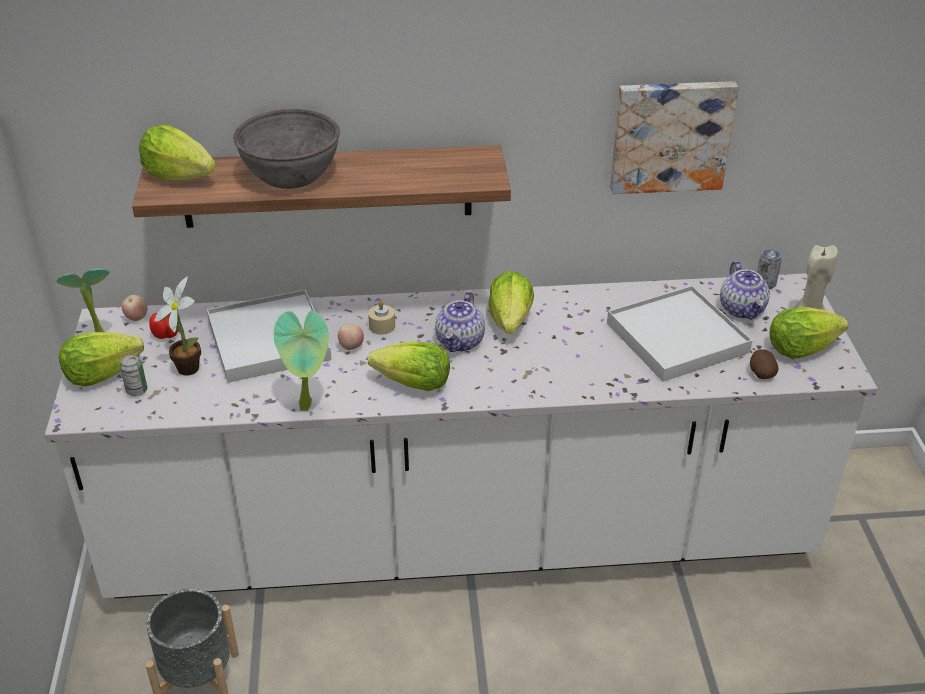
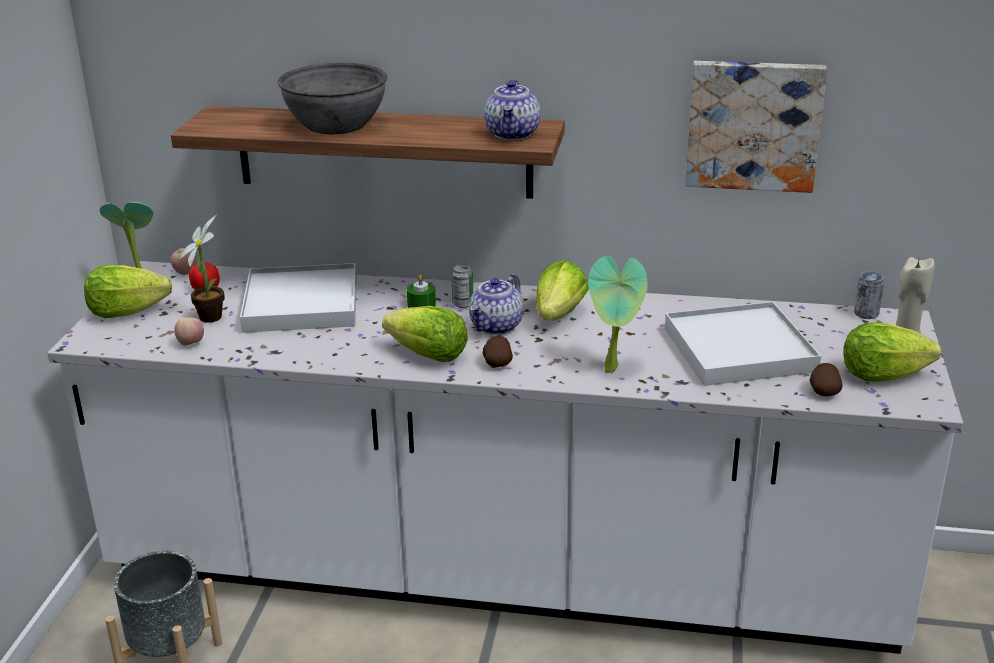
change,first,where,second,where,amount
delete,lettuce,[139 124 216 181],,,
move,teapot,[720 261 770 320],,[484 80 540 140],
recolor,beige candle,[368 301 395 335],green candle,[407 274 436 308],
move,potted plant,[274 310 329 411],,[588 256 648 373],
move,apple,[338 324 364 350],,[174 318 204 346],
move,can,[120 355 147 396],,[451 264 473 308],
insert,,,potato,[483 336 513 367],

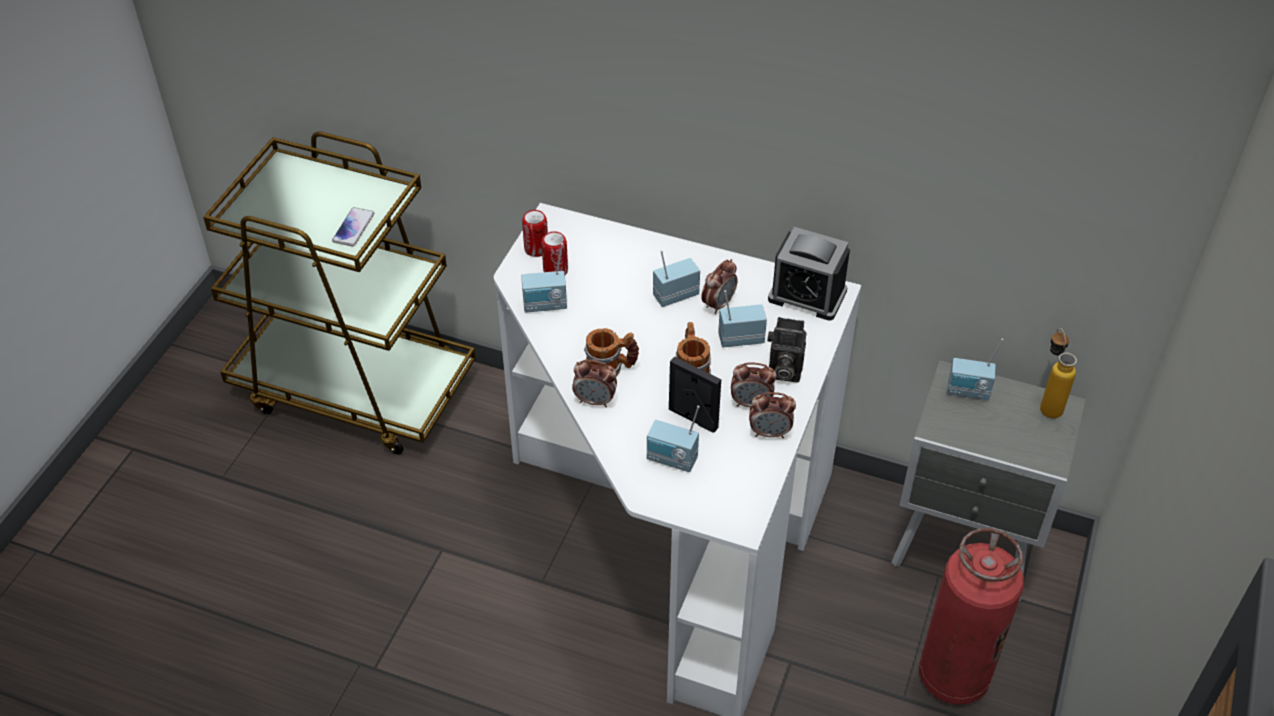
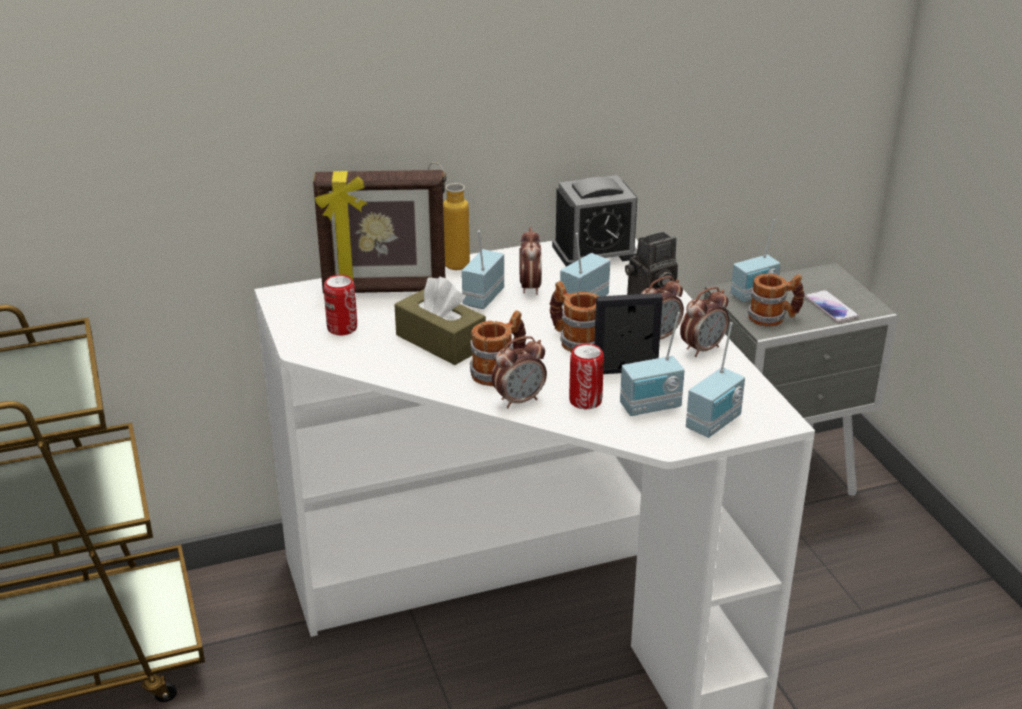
change,first,where,second,where,amount
move,phone,[332 207 375 246],,[805 290 859 323],
move,can,[522 210 548 257],,[569 343 604 409],
move,radio,[521 243 567 313],,[686 322 745 438],
move,bottle,[1040 328 1077 418],,[428 162 470 270],
delete,fire extinguisher,[919 528 1024 705],,,
insert,,,picture frame,[313 170 446 293],
insert,,,mug,[747 274 805 327],
insert,,,brown tissue box,[395 276 486 365],

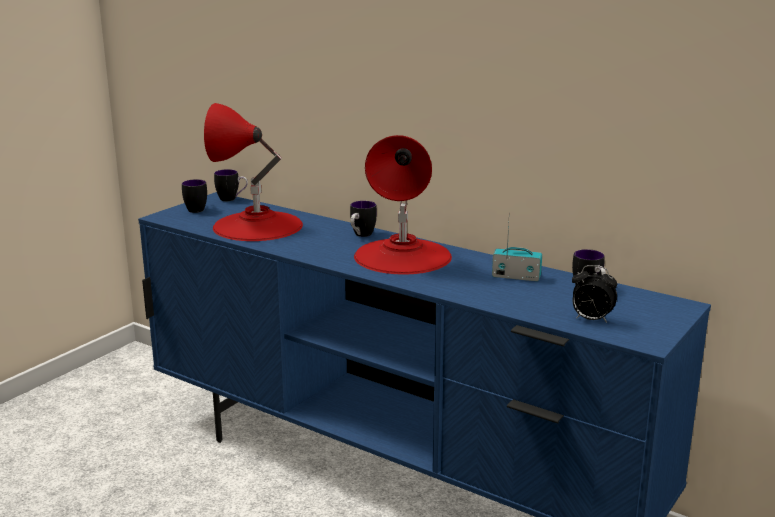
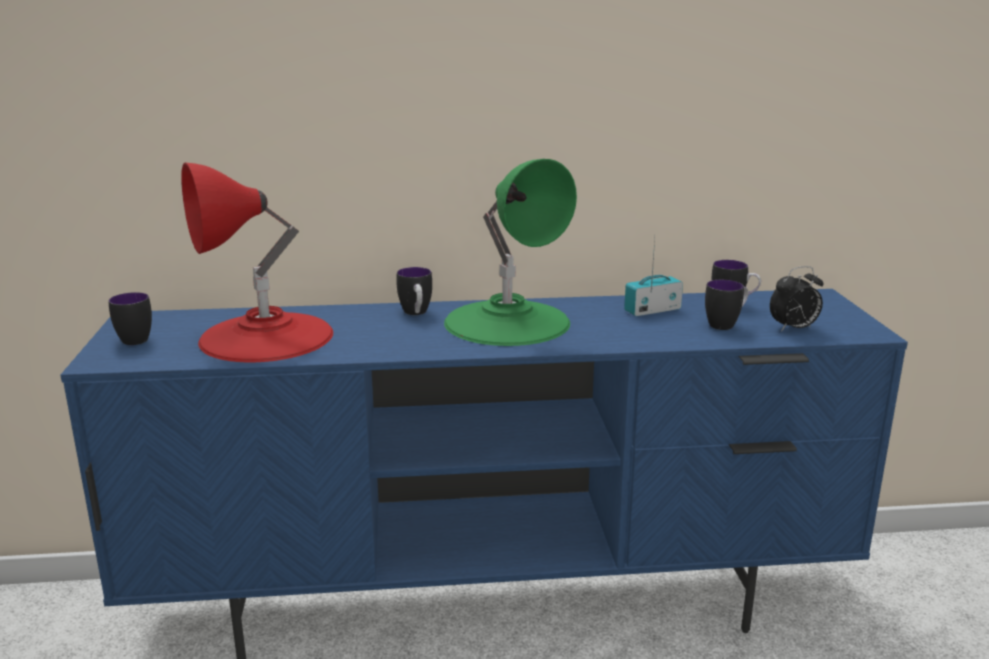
change,first,where,second,where,amount
recolor,red table lamp,[354 135 452 275],green table lamp,[444 159 577 346],
move,mug,[214 169 248 201],,[705 280 748 330],

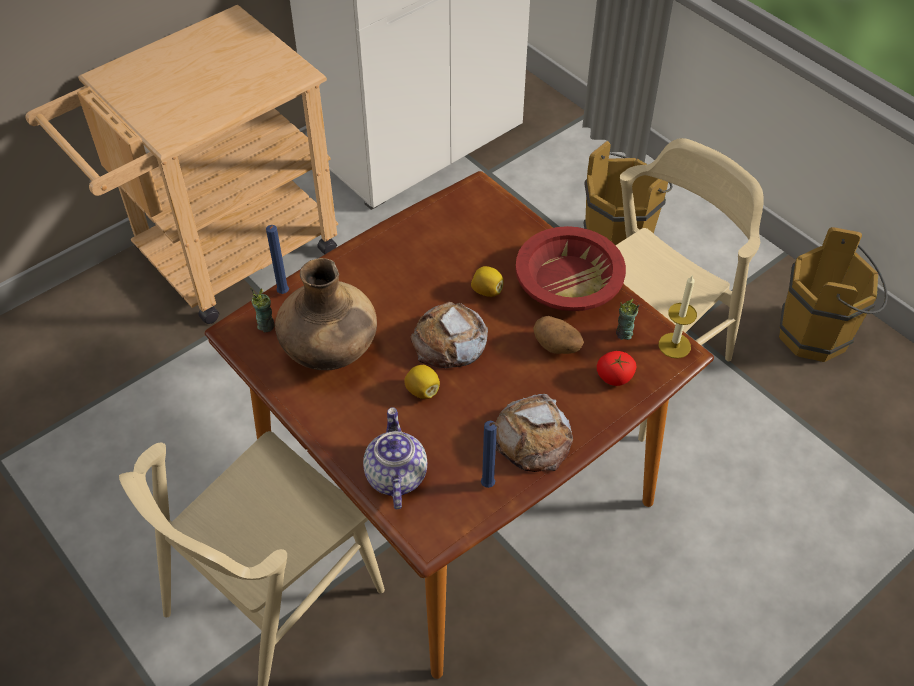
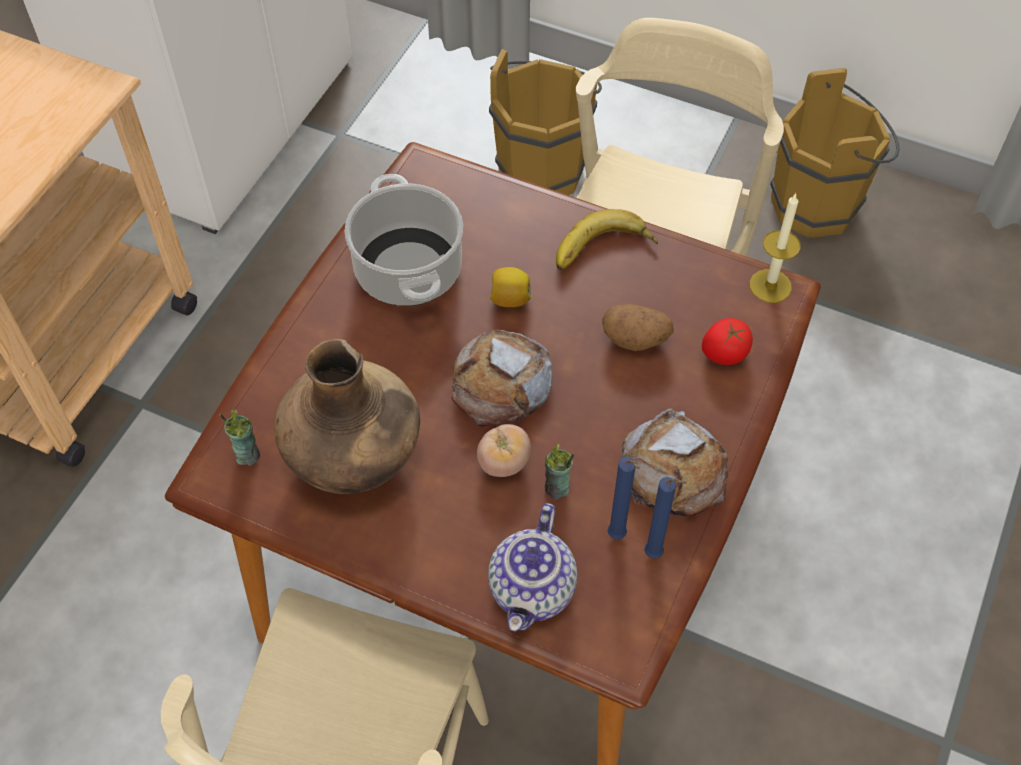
change,first,where,second,where,amount
move,blue candle,[266 225 289 294],,[607 457 640 540],
replace,red bowl,[516 226 626 311],banana,[556 209 658 270],
move,cup,[616 299 639 340],,[545 444 574 500],
replace,lemon,[404 365 440 399],tomato,[477 424 531 477],
rotate,teapot,[363 408 427 509],,[488 503 577 632],135 degrees counterclockwise
insert,,,cooking pot,[345 174 463 306],

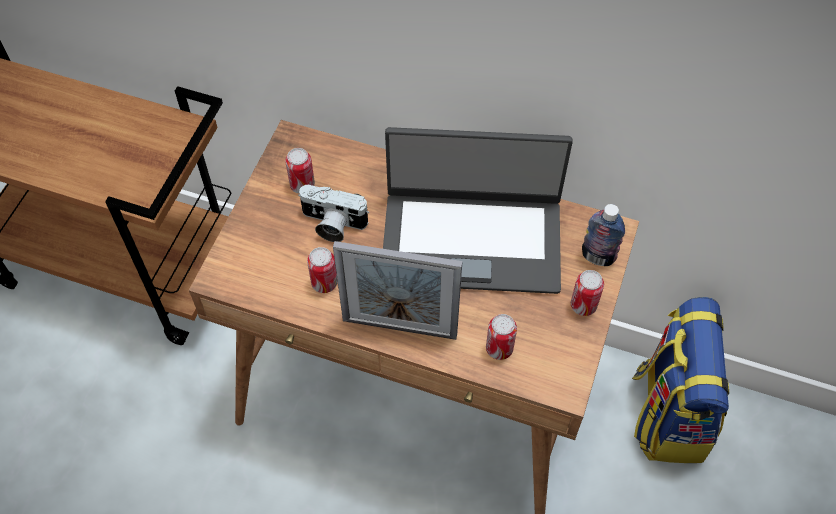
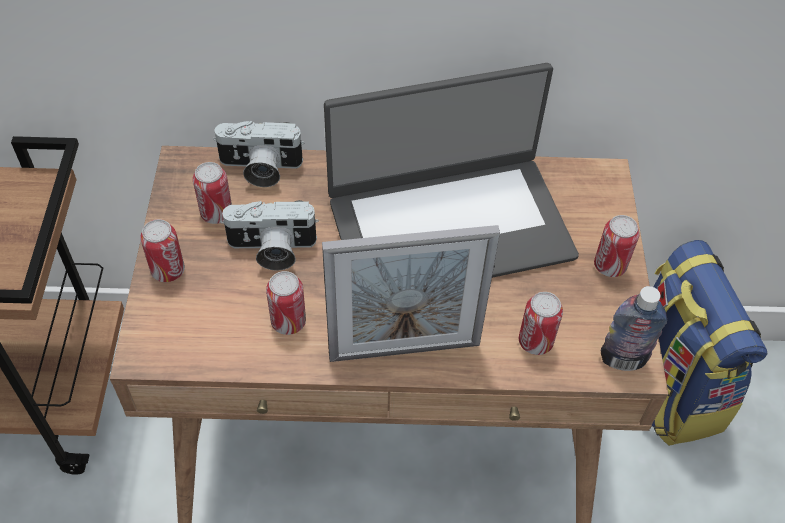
change,first,where,second,where,amount
move,bottle,[582 204 625 266],,[601 286 667 371],
insert,,,photo camera,[213 121 305 187],
insert,,,can,[140 219 185 282],

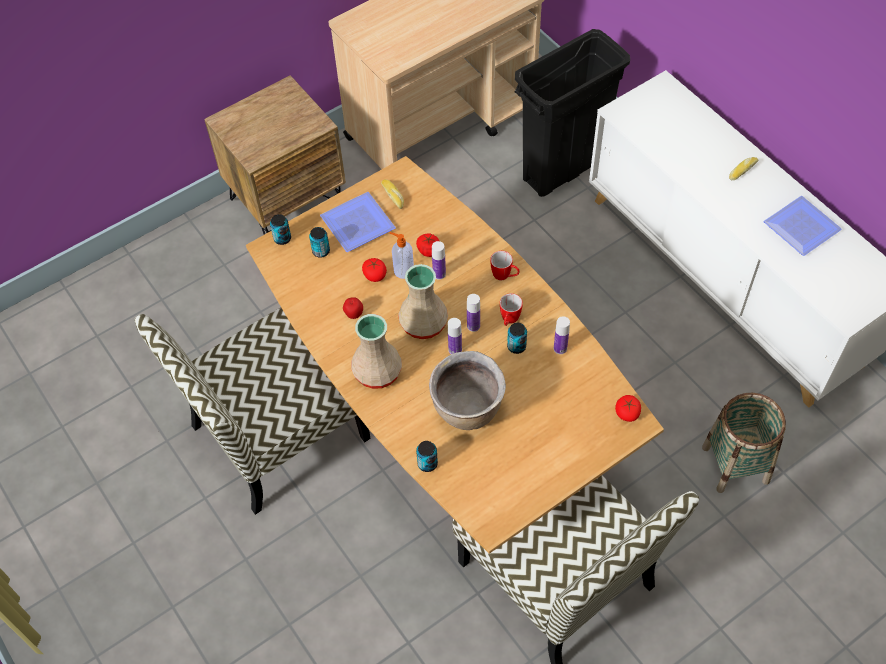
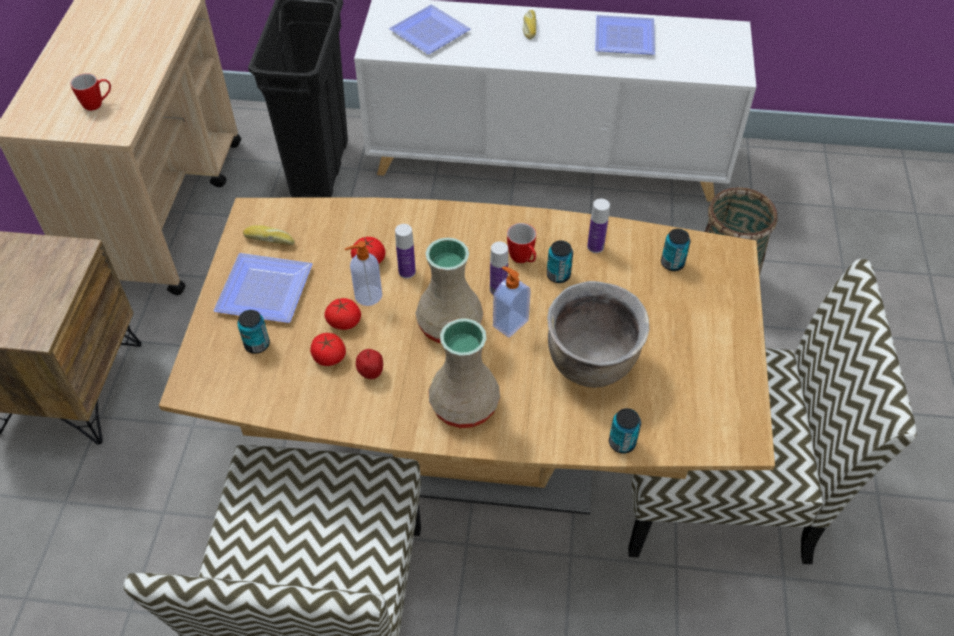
change,first,where,second,where,amount
move,can,[270 214 291 245],,[661 229 690 271],
move,mug,[490 251 520 280],,[70 73 111 111],
replace,bottle,[448 318 462 354],soap dispenser,[493 266 531 338],
move,tomato,[615 395 641 422],,[310 333 346 366],
insert,,,plate,[389 5 471 54],

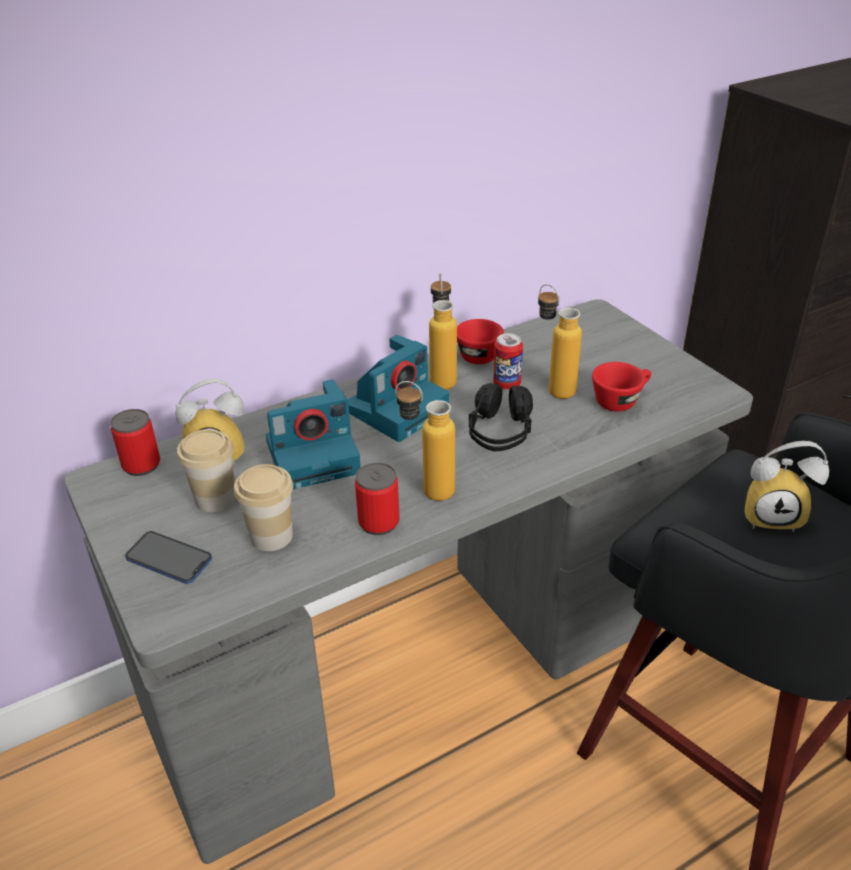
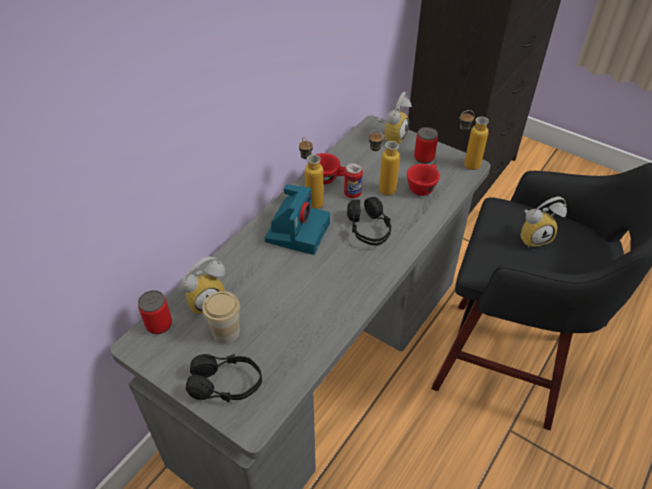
change,first,where,second,where,amount
delete,photo camera,[266 379 361 489],,,
move,bottle,[395 381 455 501],,[460 110 489 170],
move,can,[355 463 399 535],,[414 127 438 164],
delete,cup,[234 464 293 551],,,
replace,phone,[125 531 212 584],black headphones,[186 354 262 402],
insert,,,alarm clock,[377 92 412 144],

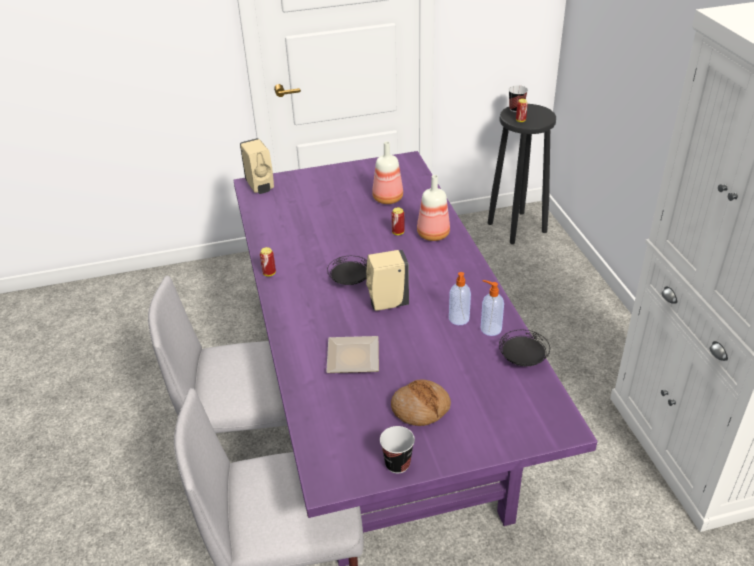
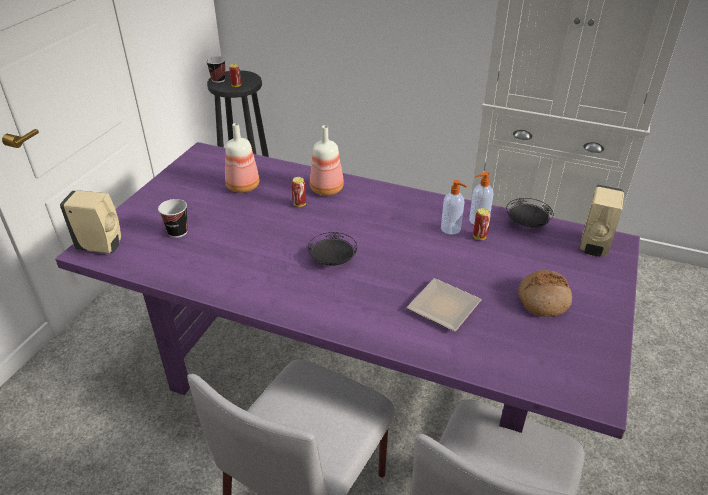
change,first,where,second,where,amount
move,can,[260 247 276 277],,[473 208 491 240],
move,beige soap dispenser,[366 250 409 311],,[580 185 624 257],
move,cup,[380 426 415 473],,[158 199 188 238],

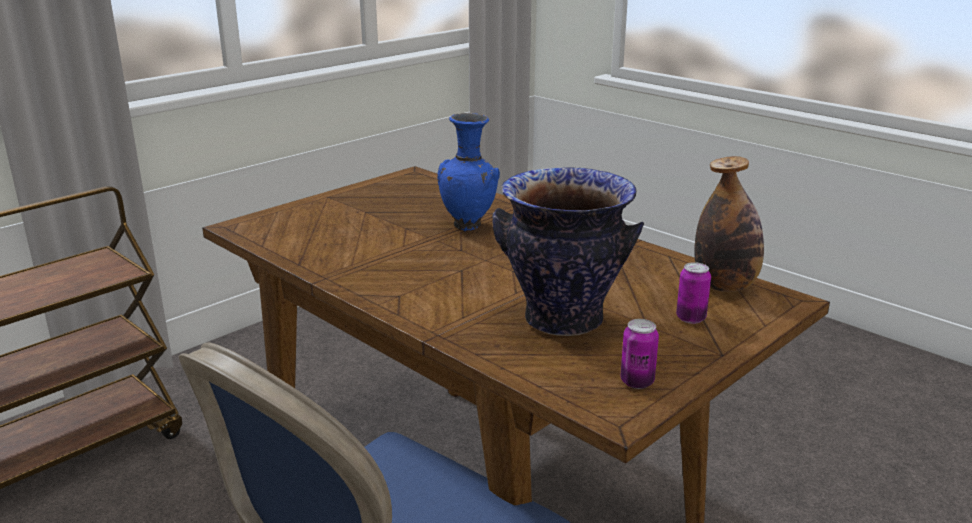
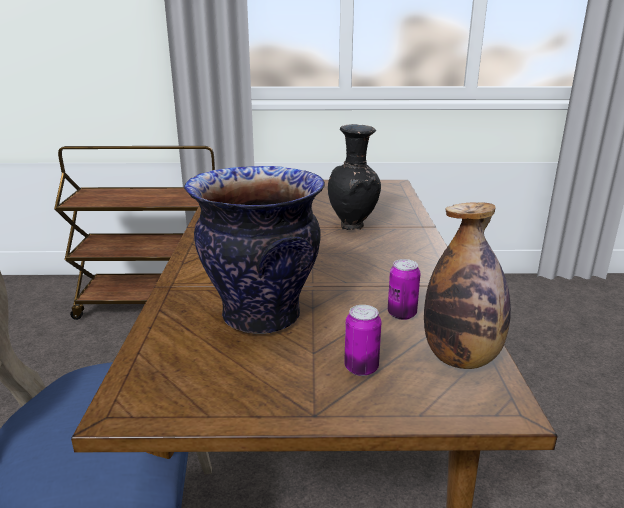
change,first,where,second,where,amount
recolor,blue vase,[437 113 500 231],black vase,[328 124 381 230],
move,can,[620 319 659 389],,[388 259 421 320],

